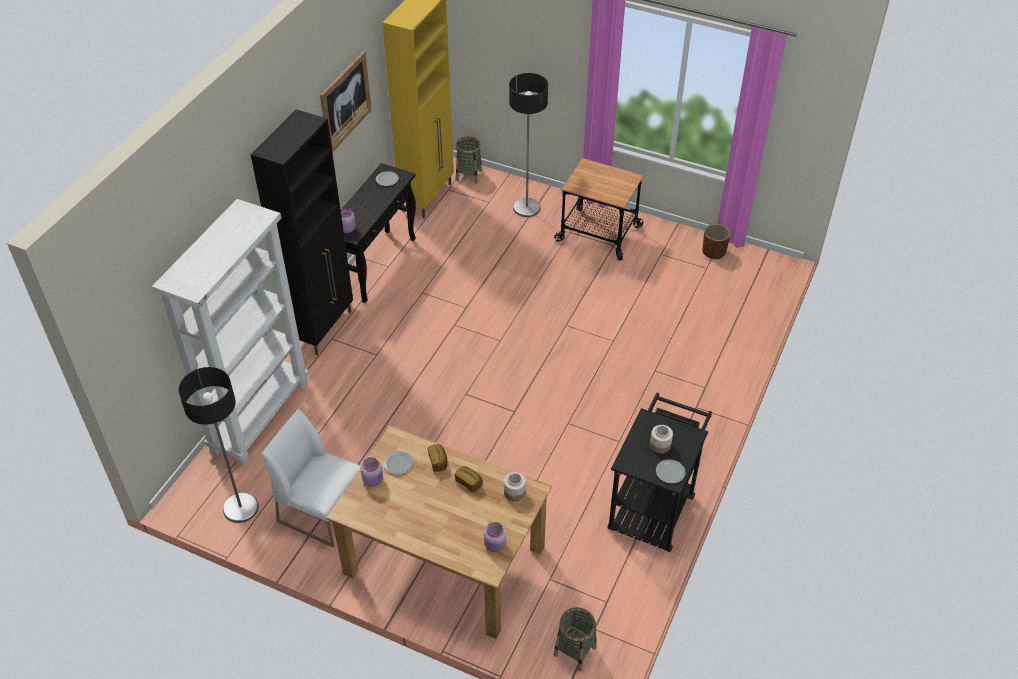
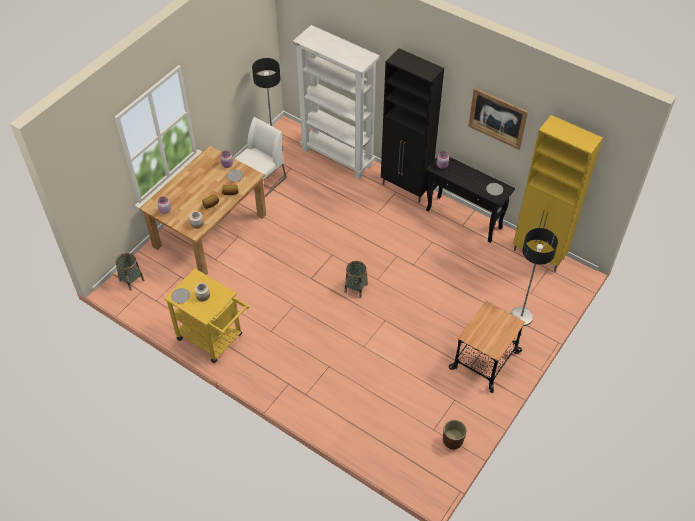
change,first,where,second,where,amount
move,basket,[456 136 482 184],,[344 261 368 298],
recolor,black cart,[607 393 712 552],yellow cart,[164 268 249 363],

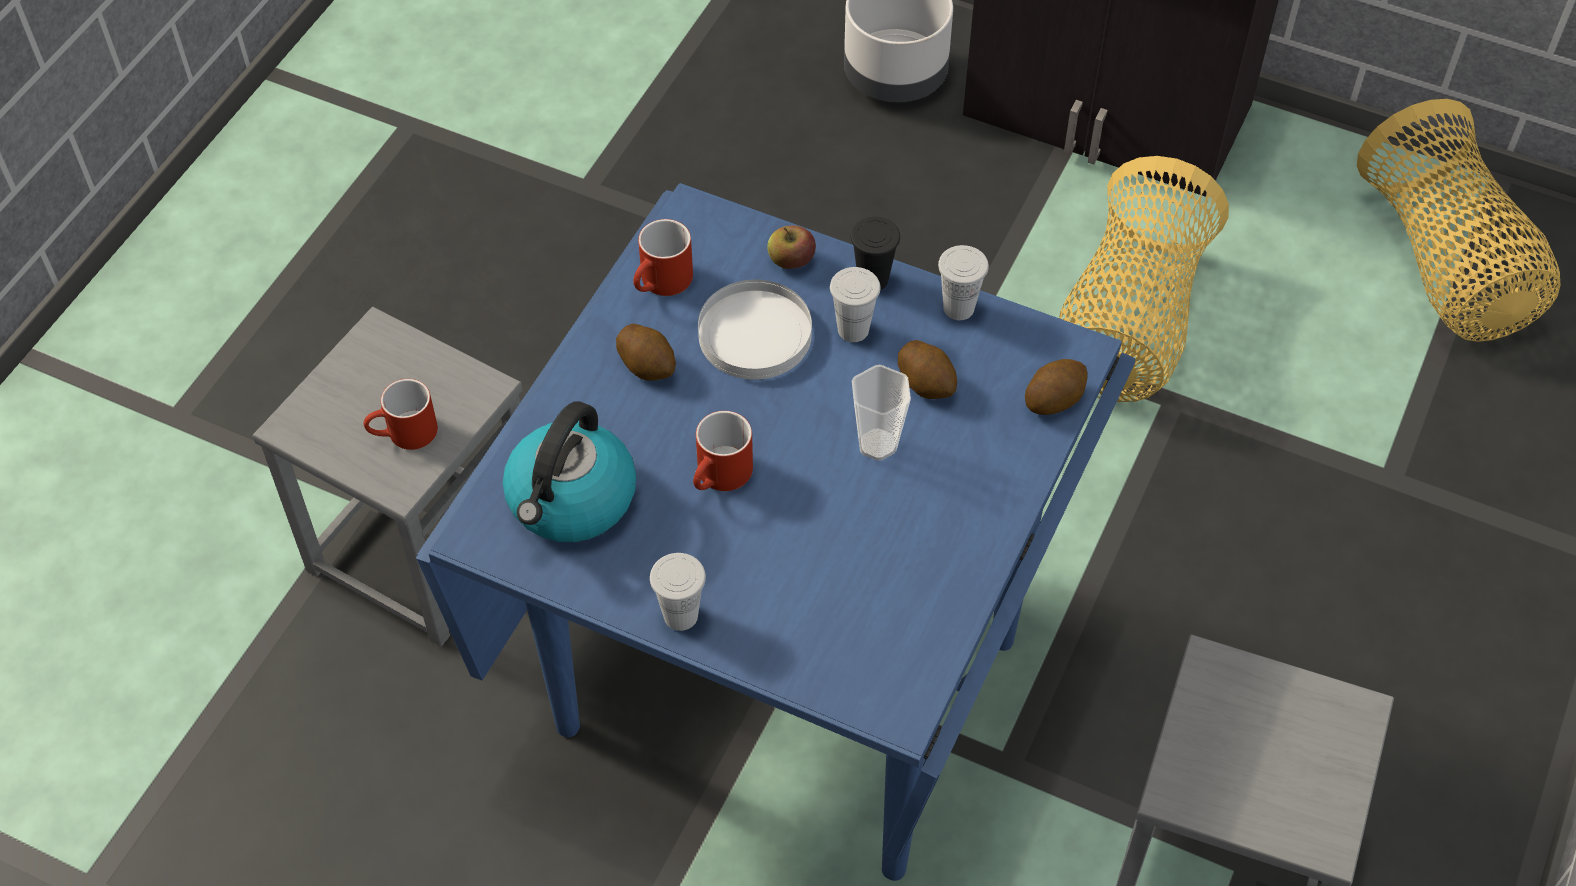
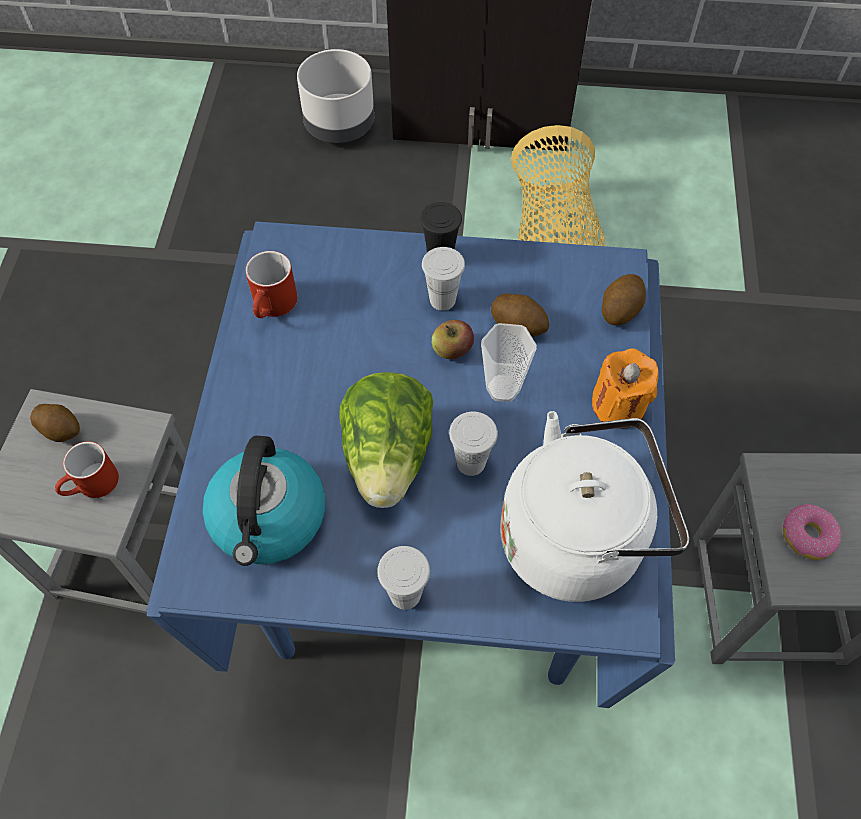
change,first,where,second,where,amount
delete,basket,[1357 99 1560 342],,,
move,apple,[767 225 816 269],,[431 320 474 359],
move,white cup,[938 245 989 320],,[449 412 498 476],
delete,white plate,[698 280 812 380],,,
move,potato,[616 323 676 381],,[30 404 80 442],
replace,red mug,[693 411 753 491],lettuce,[339 372 433 508],
insert,,,orange candle,[592 348 659 429],
insert,,,white kettle,[500 411 689 602],
insert,,,donut,[783 504 841 560],

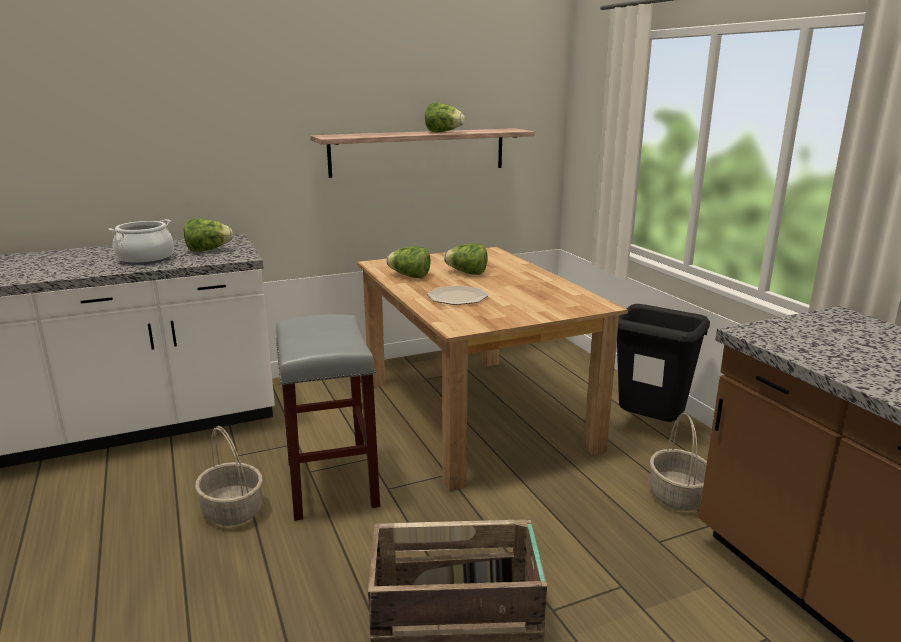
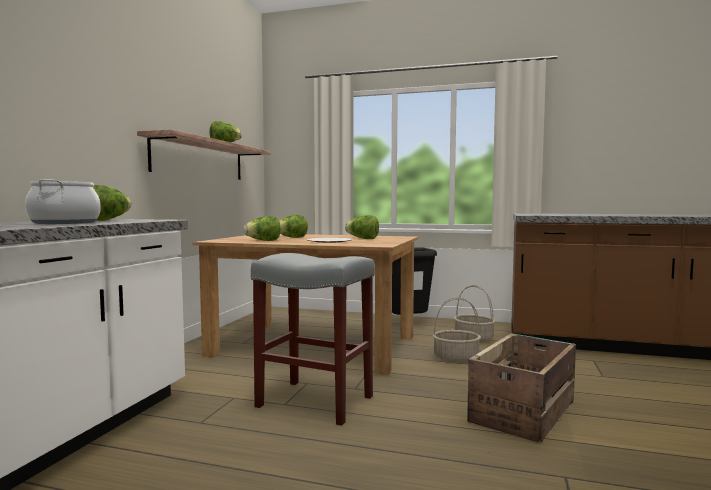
change,first,where,second,where,amount
move,basket,[195 426 263 526],,[433 297 481 363],
insert,,,lettuce,[345 215 379 239],

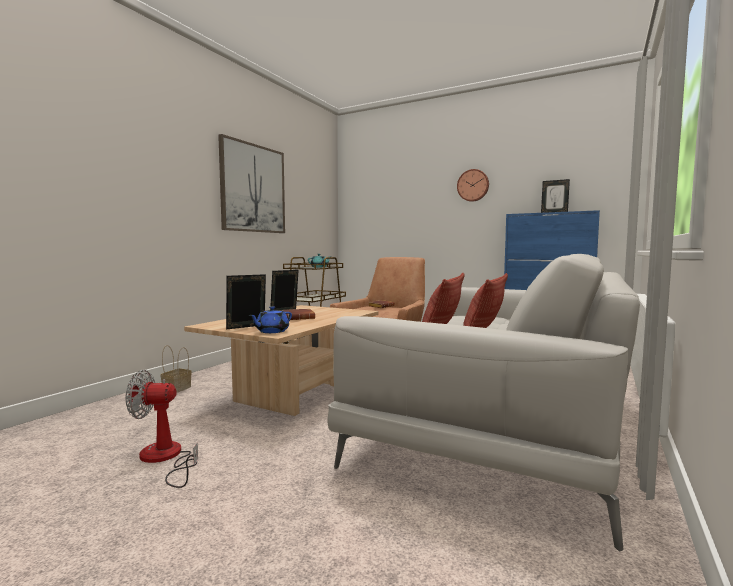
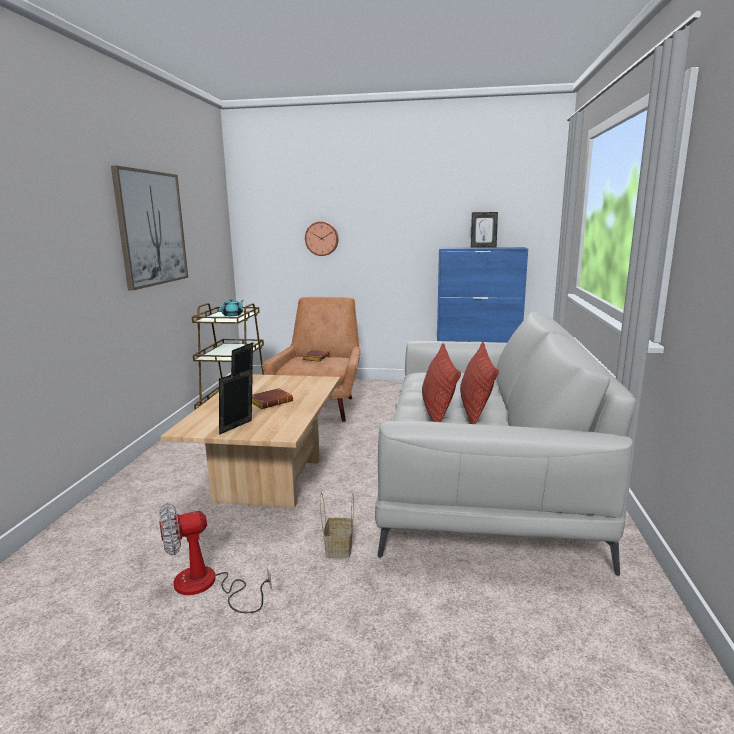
change,first,where,second,where,amount
move,wall clock,[457 169 489 202],,[305 221 339 256],
delete,blue teapot,[249 306 292 333],,,
move,basket,[160 345 192 392],,[320 492 354 558],

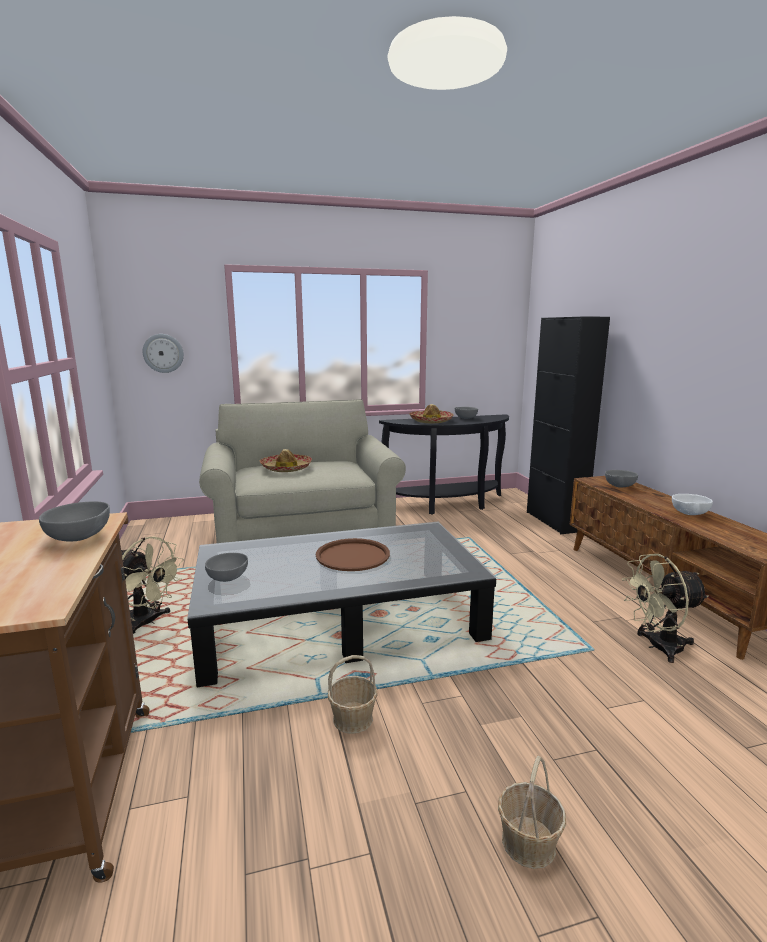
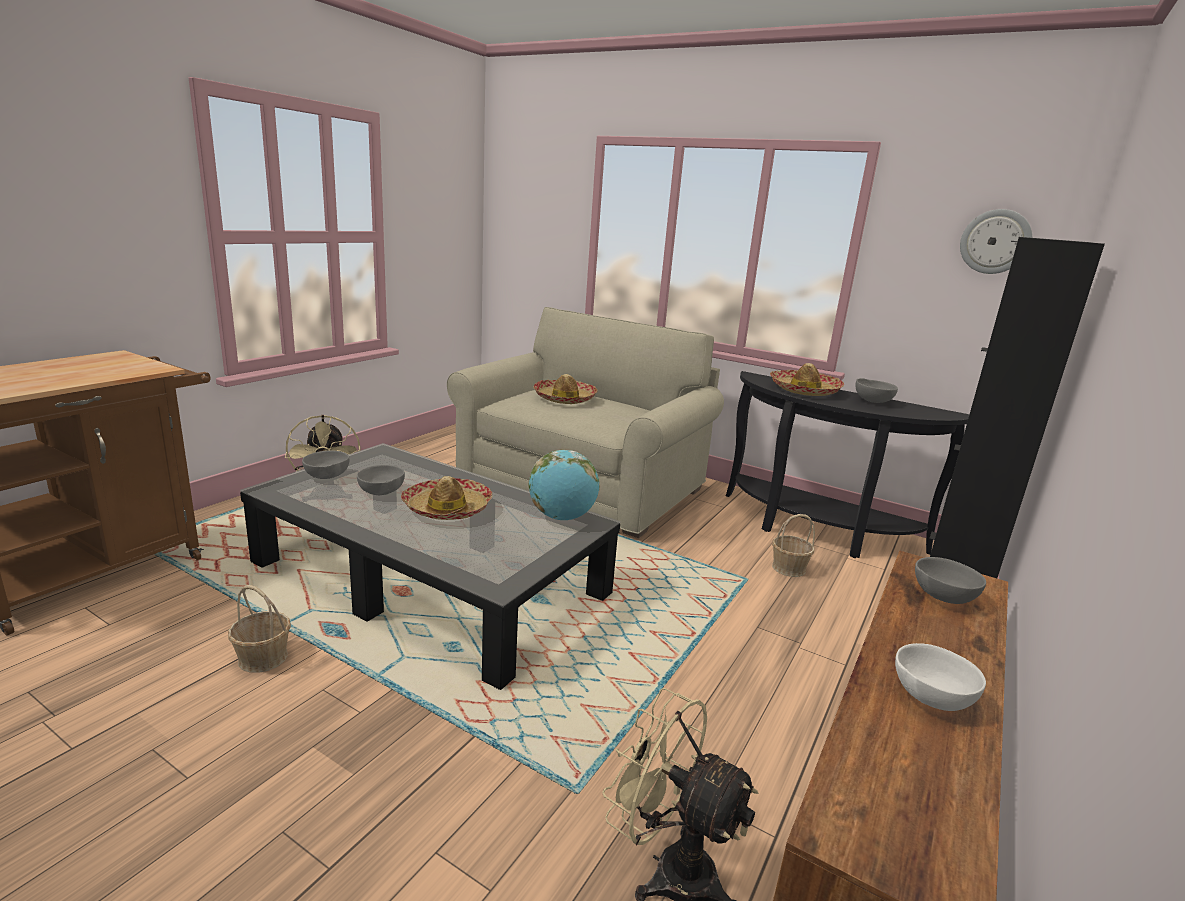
change,first,where,second,where,amount
move,wall clock,[143 334 184 373],,[960 209 1032 274],
move,grey bowl,[39 501 110 541],,[357 465 405 495],
replace,brown tray,[316 538 390 571],hat,[401 476 492 520],
move,basket,[498 756 566 869],,[772 514 815 577],
insert,,,globe,[529 450 599 520],

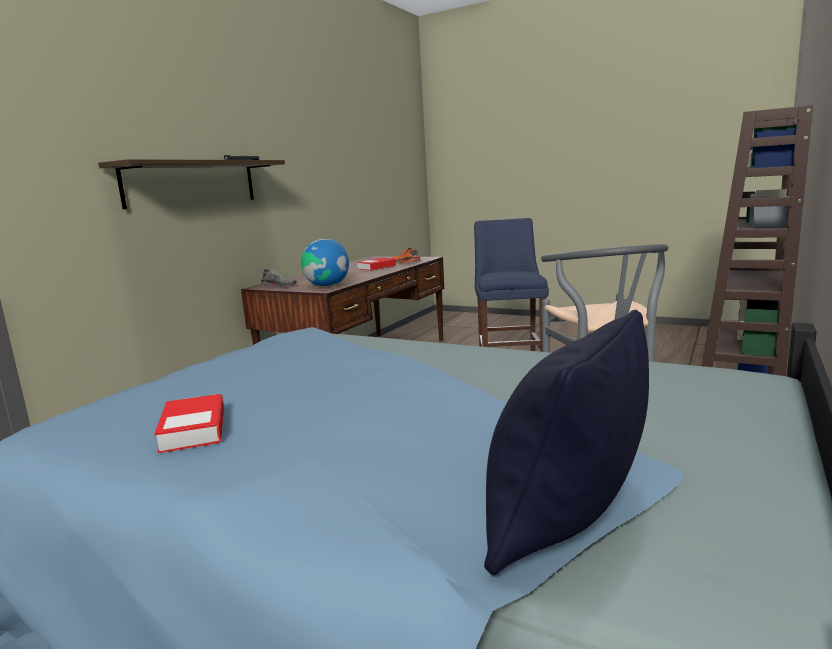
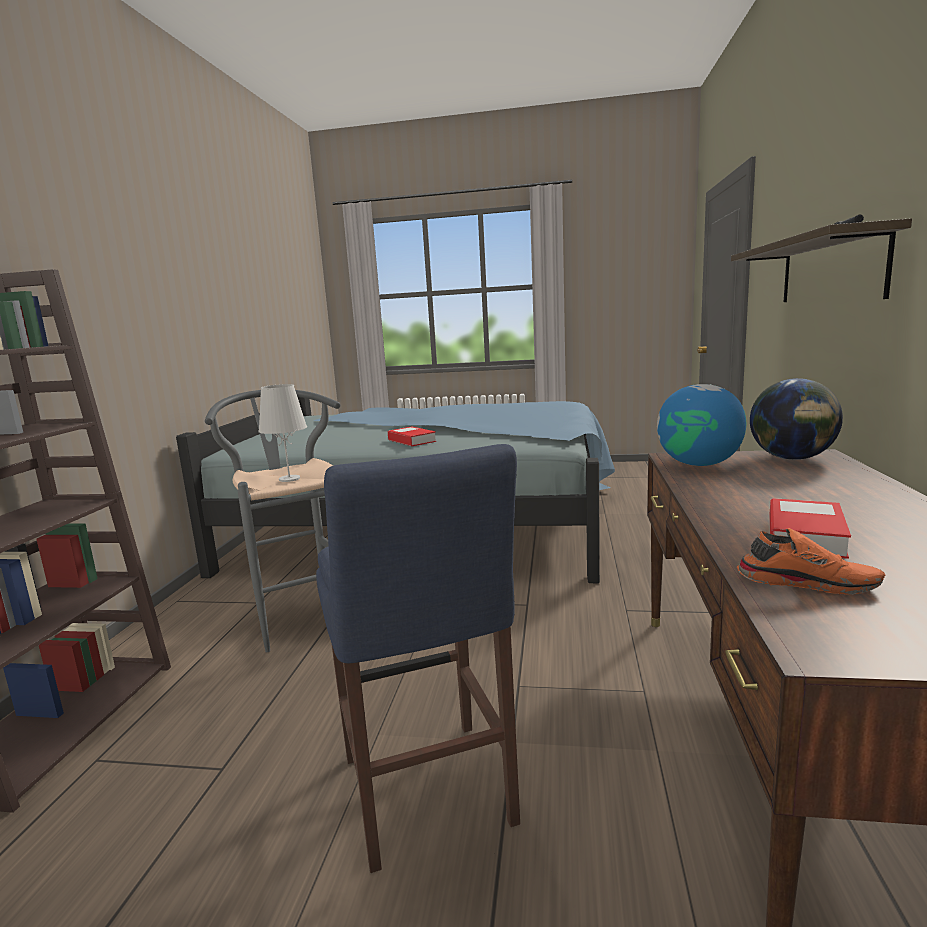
change,first,where,second,where,amount
replace,grey shoe,[261 268 297 287],globe,[750 378 843 460],
delete,black pillow,[484 310 649 575],,,
move,book,[154 394 224 453],,[388 426 436 446],
insert,,,white table lamp,[258 384 307 482],

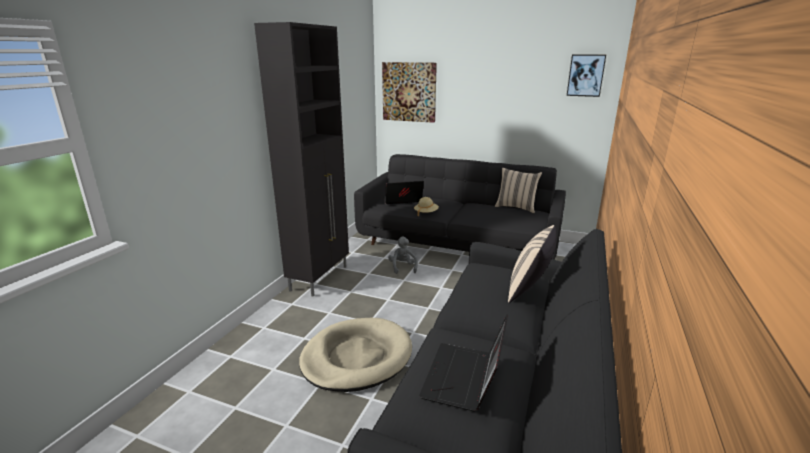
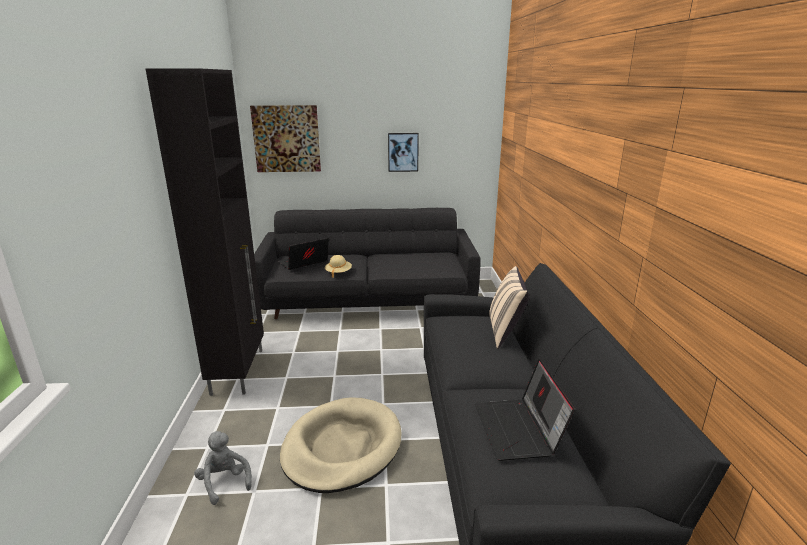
change,first,where,second,where,amount
move,picture,[567 55 606 97],,[388 133 419 172],
delete,beige pillow,[495 168 542 213],,,
move,grey plush toy,[388 237 418 274],,[194 431 252 505],

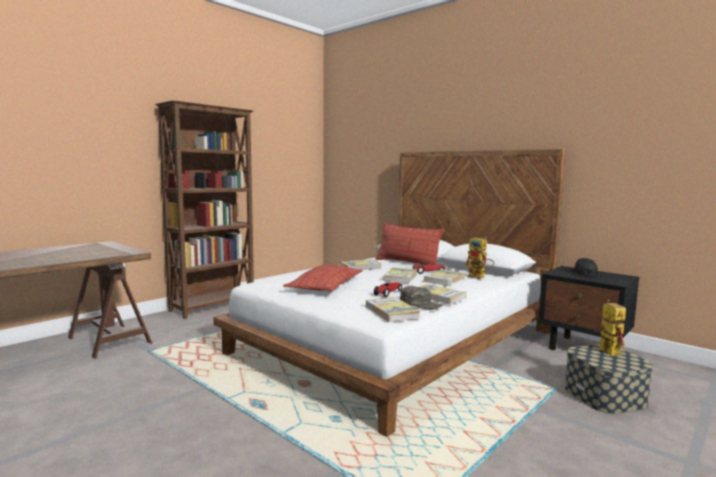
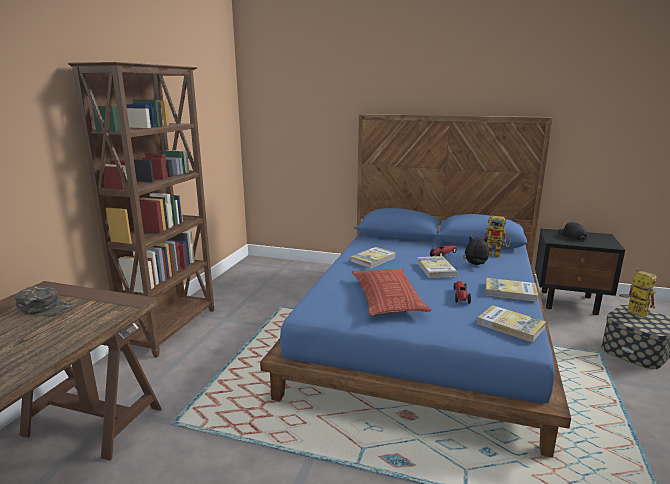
change,first,where,second,where,amount
recolor,white bed,[213 149 566 437],blue bed,[260 114 571 458],
delete,pillow,[376 223 444 265],,,
replace,book,[423 270 465 286],plush toy,[463 236 489 265],
move,green cap,[400 286 444 310],,[15 286 76 317],

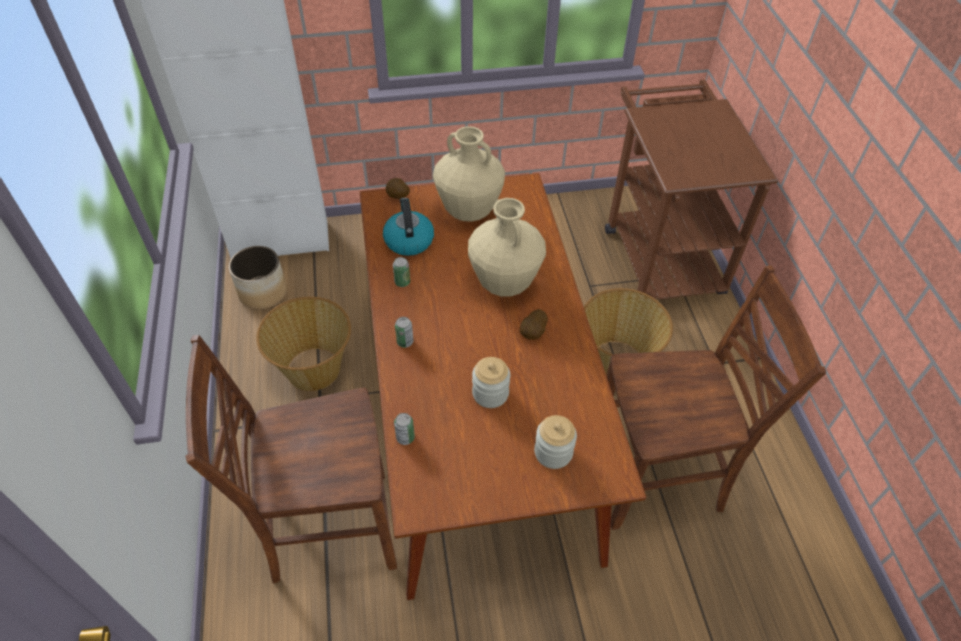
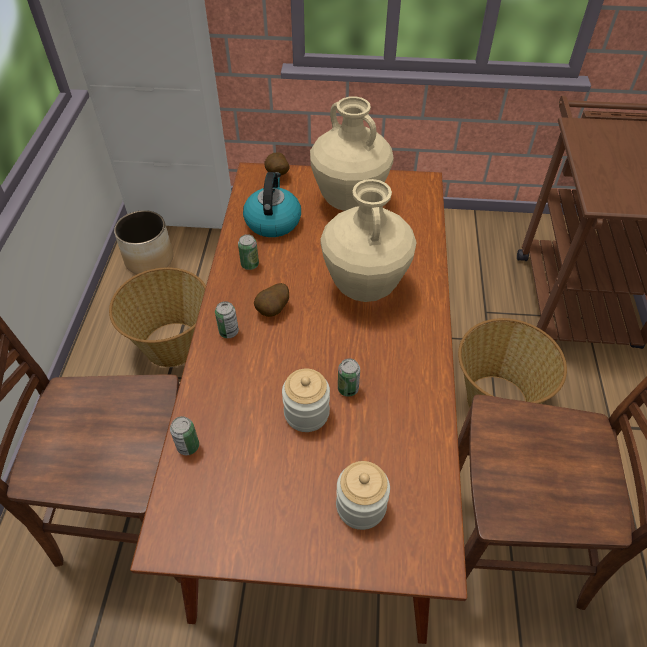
change,first,where,second,where,amount
move,potato,[520 309 548 340],,[254 283 289 317],
insert,,,can,[338 358 360 397],

